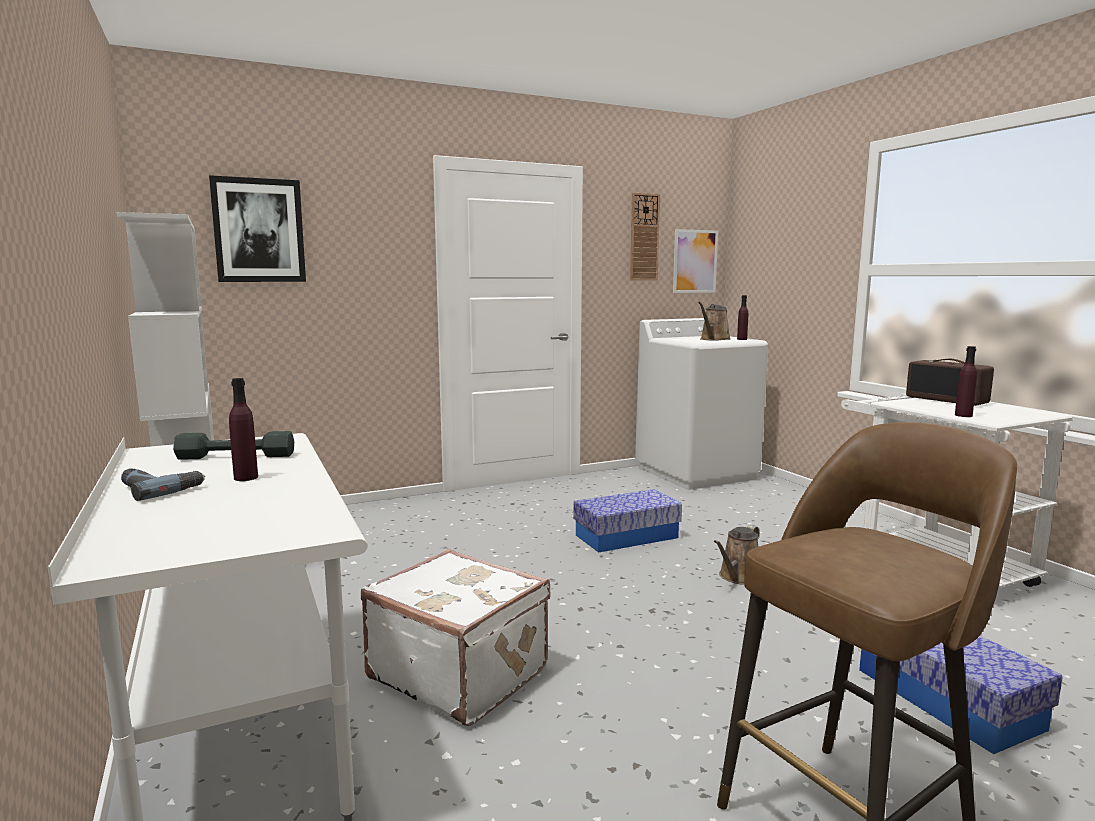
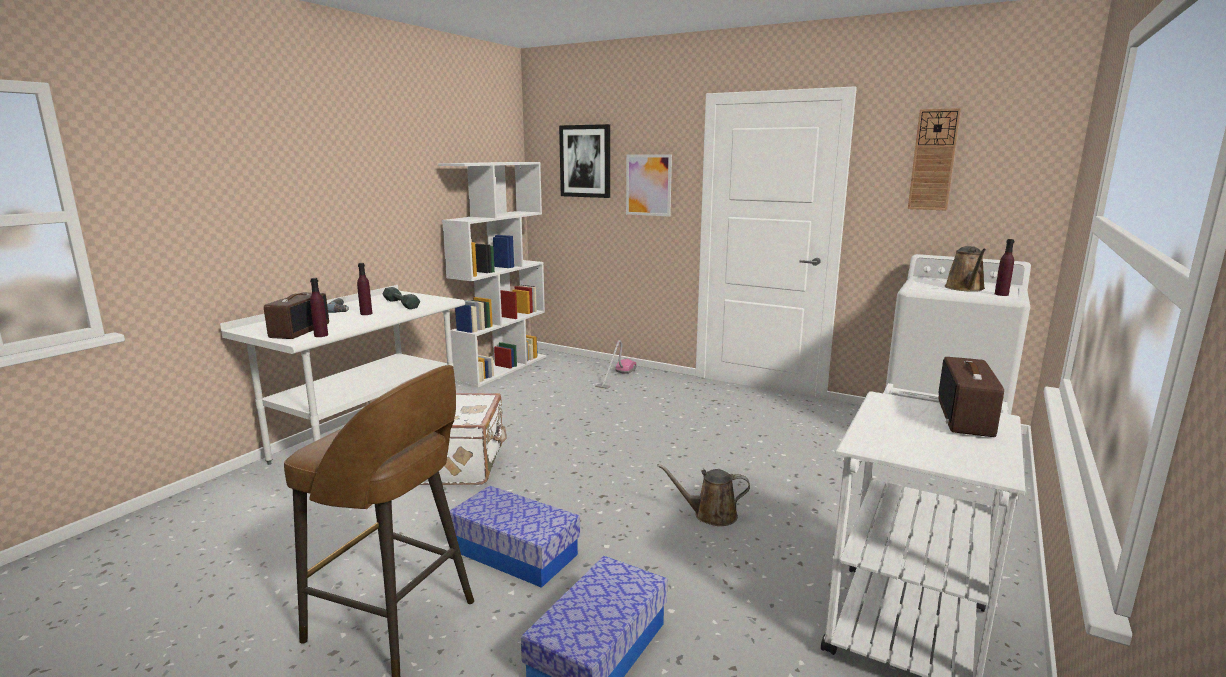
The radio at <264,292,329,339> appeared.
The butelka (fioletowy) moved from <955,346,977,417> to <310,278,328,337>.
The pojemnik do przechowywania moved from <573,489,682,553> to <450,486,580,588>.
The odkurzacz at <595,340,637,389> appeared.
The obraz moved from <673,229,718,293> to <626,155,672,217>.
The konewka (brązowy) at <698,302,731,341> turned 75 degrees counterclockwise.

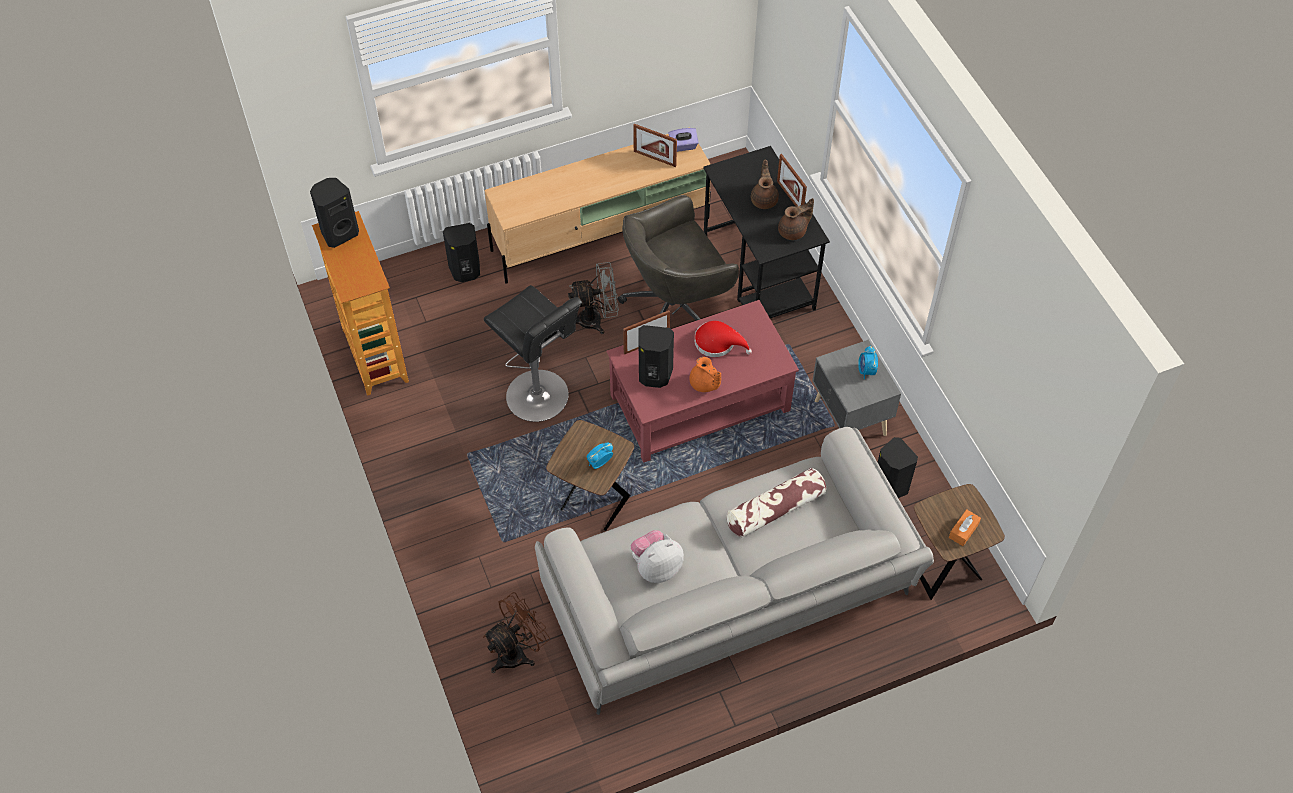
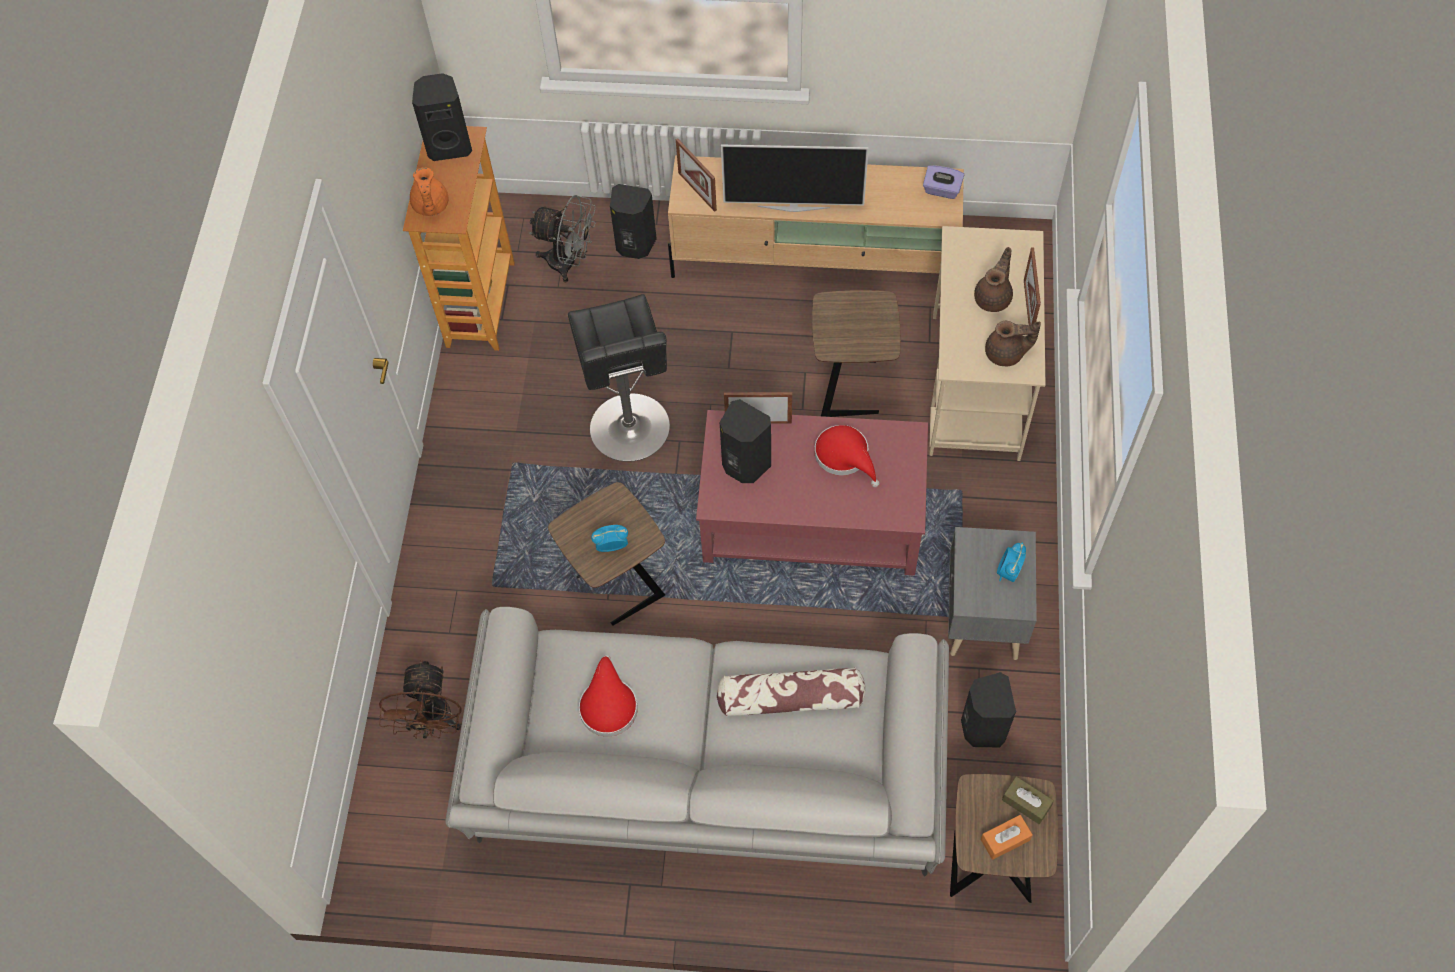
The wentylator (brązowy) at <483,592,550,673> turned 105 degrees clockwise.
The imbryk (pomarańczowy) moved from <689,357,721,392> to <410,167,448,216>.
The wentylator (szary) moved from <568,262,619,334> to <529,195,596,282>.
The pluszak at <631,530,684,583> was replaced by the kapelusz (czerwony) at <579,655,638,737>.
The ramka na zdjęcie moved from <633,124,677,167> to <676,138,717,212>.
The telewizor at <721,145,869,212> appeared.
The krzesło biurowe (szary) at <618,195,739,321> was replaced by the stolik (brązowy) at <812,290,901,417>.
The biurko (czarny) at <703,146,830,318> became the biurko (beżowy) at <929,226,1045,461>.
The pudełko chusteczek (brązowy) at <1002,776,1054,824> appeared.

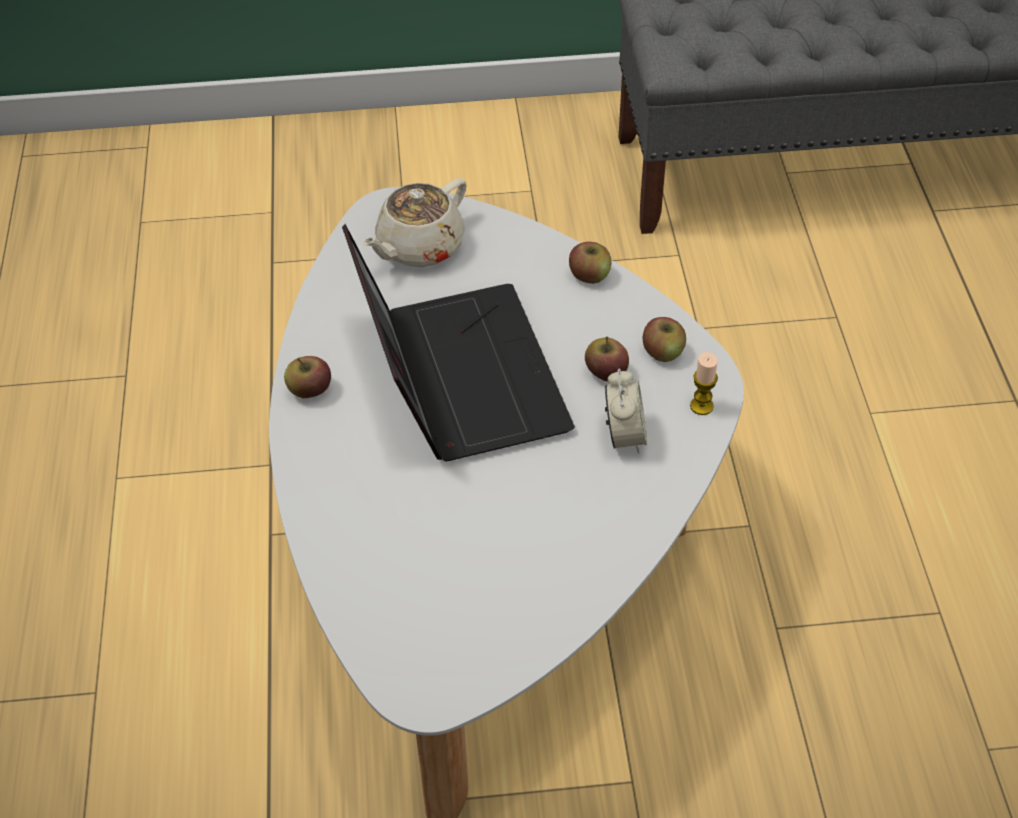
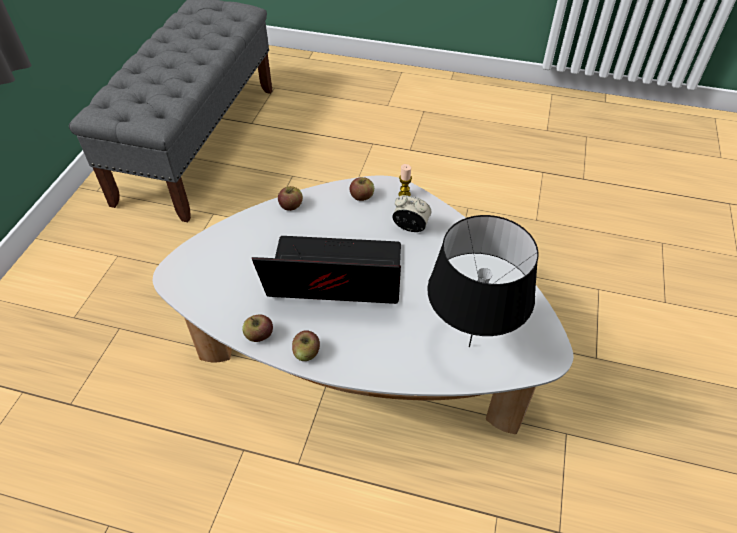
The jabłko moved from <585,337,629,382> to <242,314,273,342>.
The lampa stołowa (czarny) at <427,215,538,347> appeared.
The imbryk (beżowy) at <362,178,467,267> disappeared.

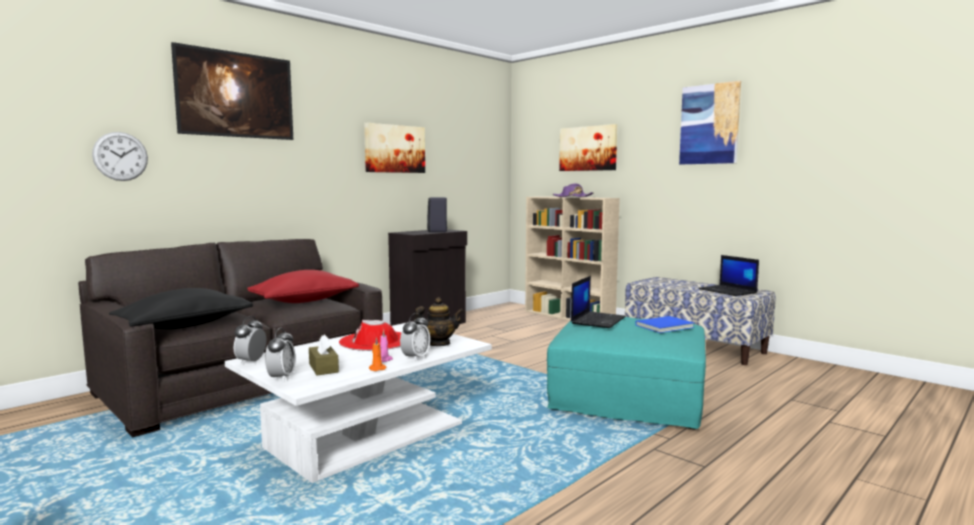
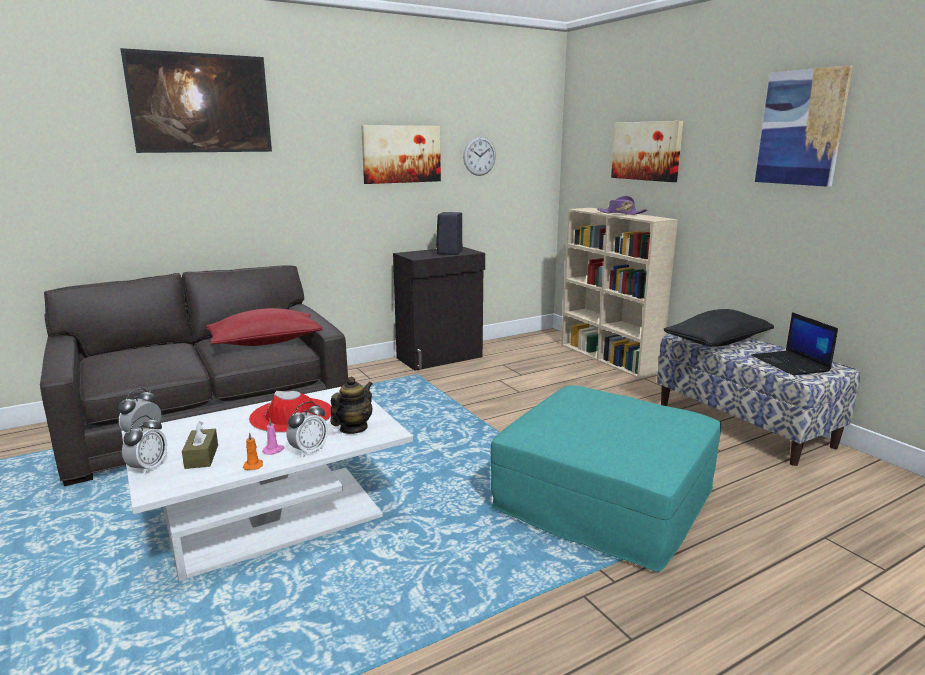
The imbryk at <414,297,464,346> turned 60 degrees counterclockwise.
The zegar ścienny moved from <92,132,148,181> to <463,136,496,176>.
The poduszka (czarny) moved from <109,288,253,329> to <664,309,774,347>.
The laptop at <571,276,626,328> disappeared.
The książka (niebieski) at <635,316,694,333> disappeared.

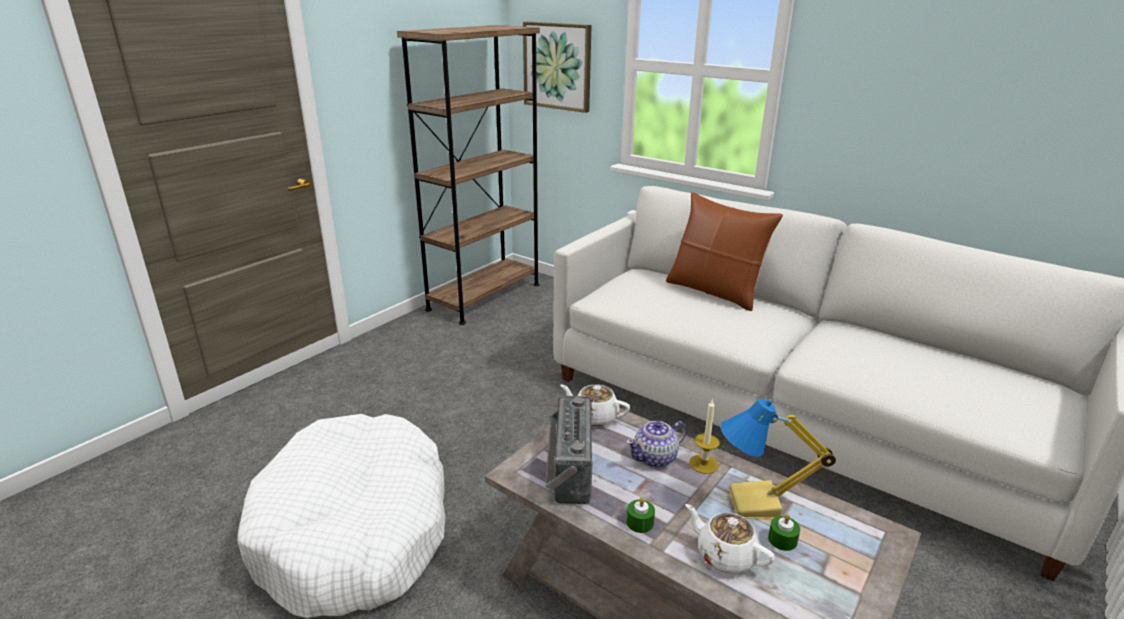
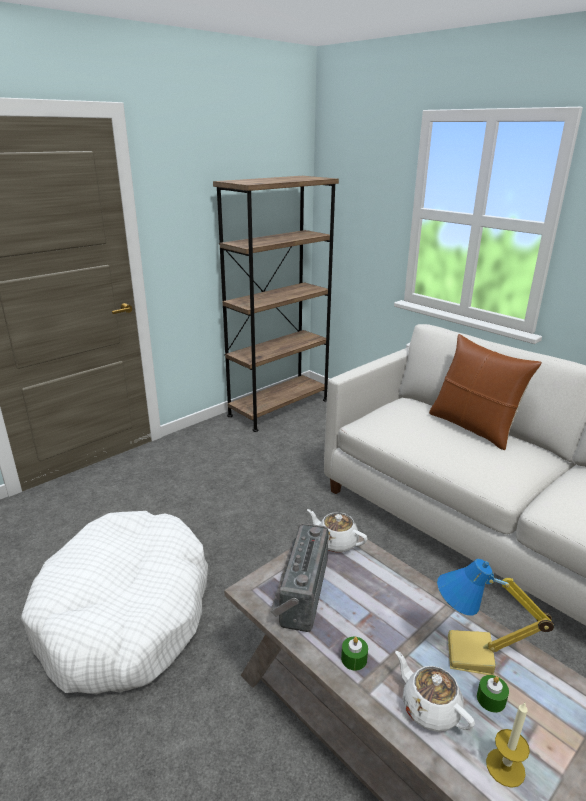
The świeca moved from <689,398,720,474> to <486,703,530,788>.
The obraz at <523,22,592,113> disappeared.
The imbryk at <626,421,686,468> disappeared.

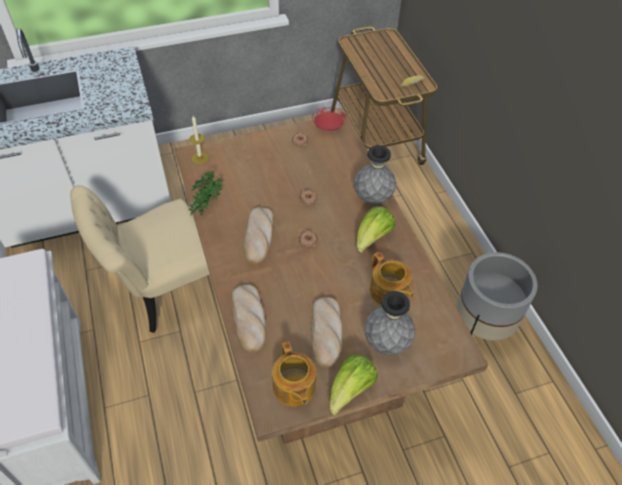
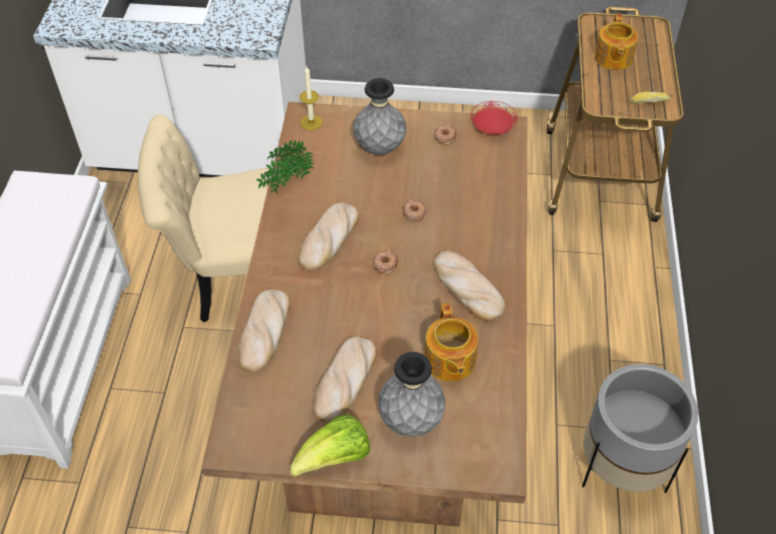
The wazon (szary) moved from <354,145,396,205> to <353,78,406,155>.
The sałata at <356,207,395,253> was replaced by the chleb at <434,251,505,321>.
The imbryk moved from <272,341,316,406> to <594,13,638,70>.

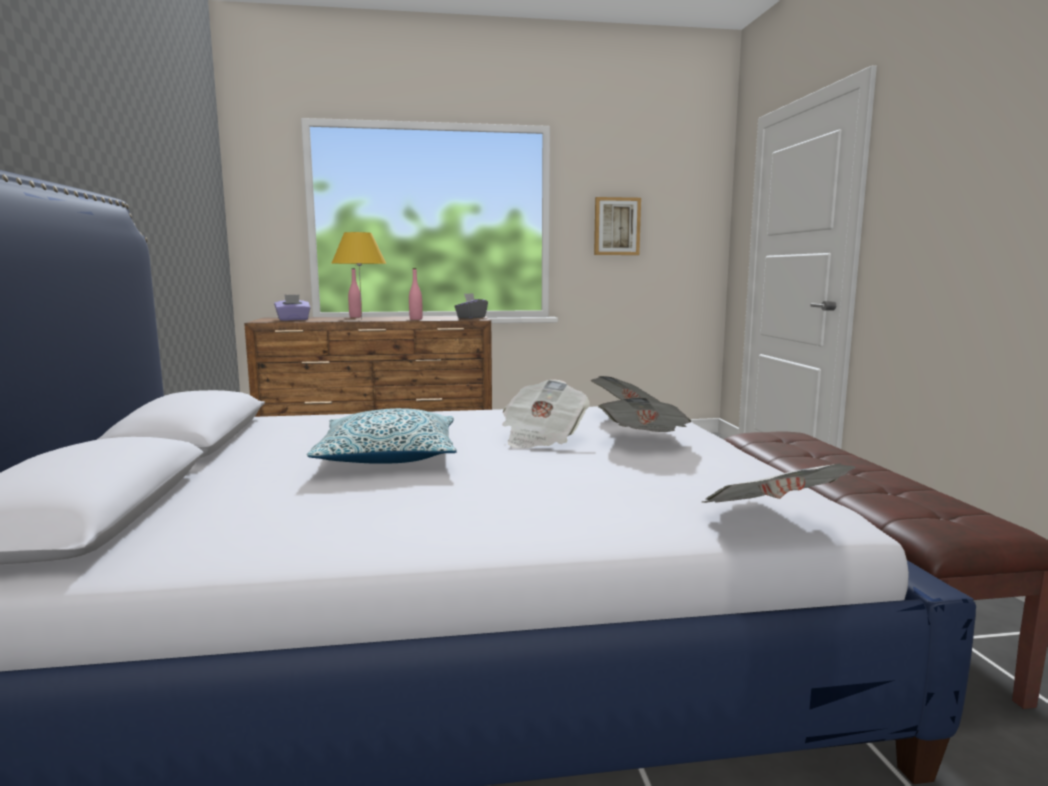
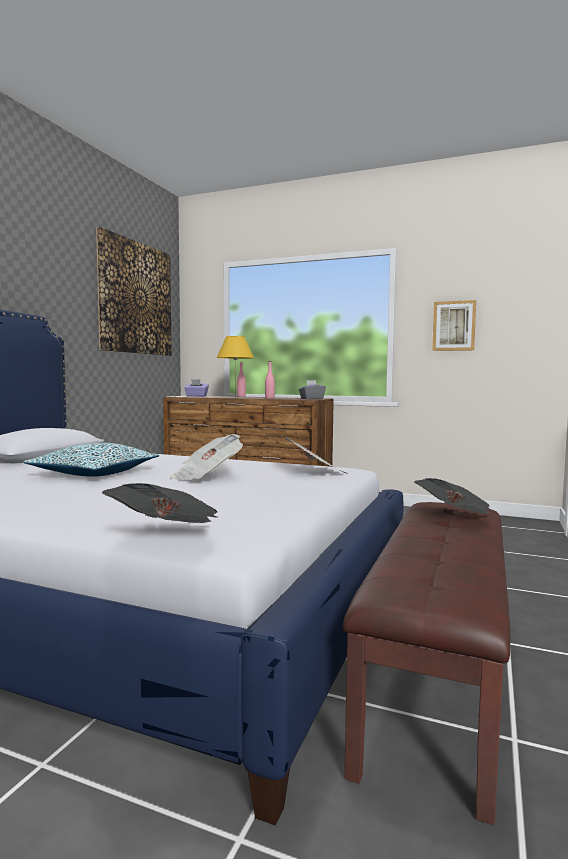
The obraz at <96,227,172,356> appeared.
The gazeta moved from <598,398,691,432> to <414,478,492,514>.

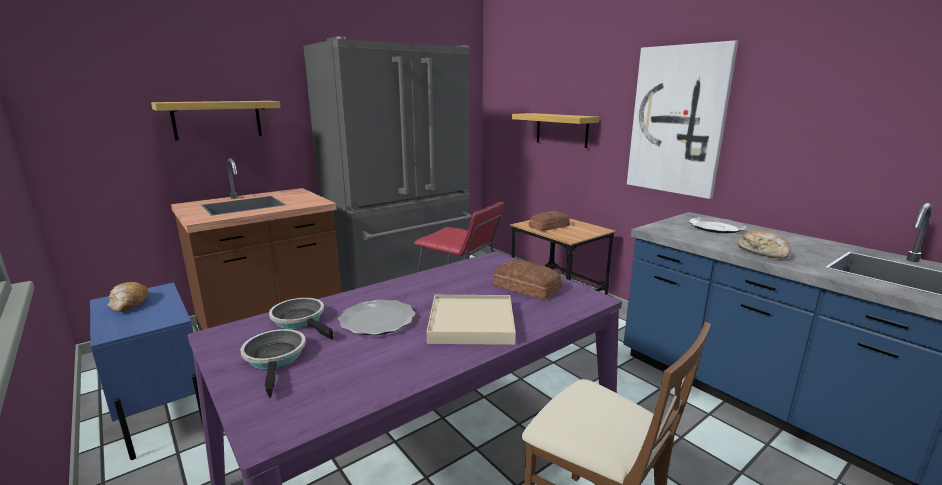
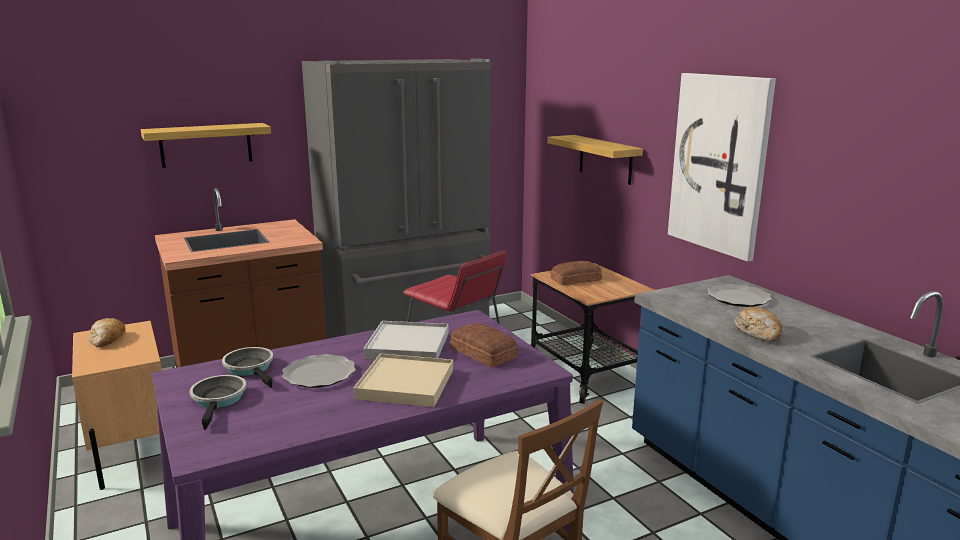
The szafka nocna (niebieski) at <90,283,204,460> became the szafka nocna (beżowy) at <72,321,162,490>.
The taca (biały) at <363,321,449,359> appeared.

